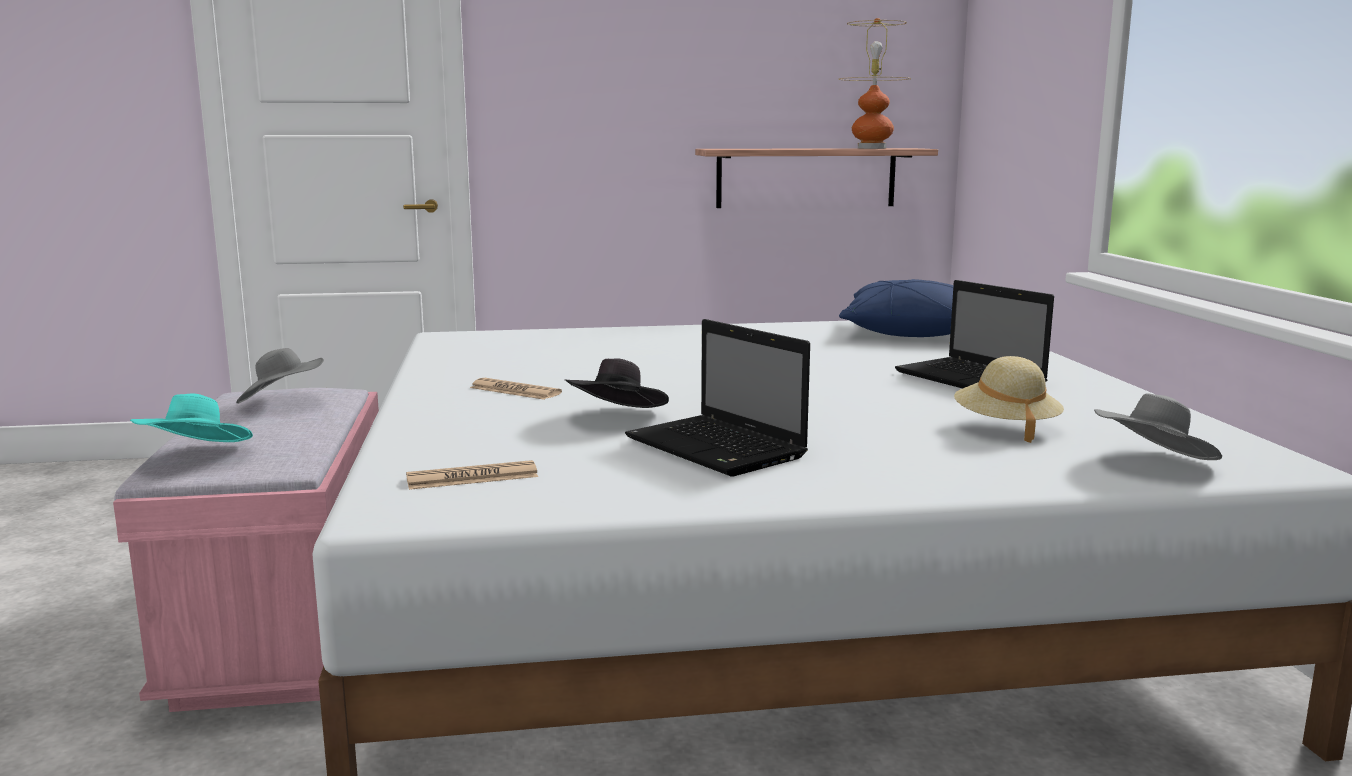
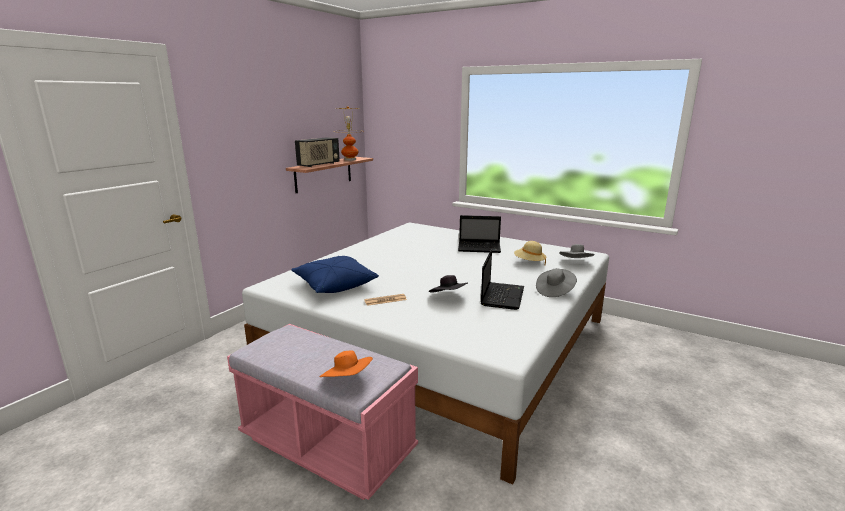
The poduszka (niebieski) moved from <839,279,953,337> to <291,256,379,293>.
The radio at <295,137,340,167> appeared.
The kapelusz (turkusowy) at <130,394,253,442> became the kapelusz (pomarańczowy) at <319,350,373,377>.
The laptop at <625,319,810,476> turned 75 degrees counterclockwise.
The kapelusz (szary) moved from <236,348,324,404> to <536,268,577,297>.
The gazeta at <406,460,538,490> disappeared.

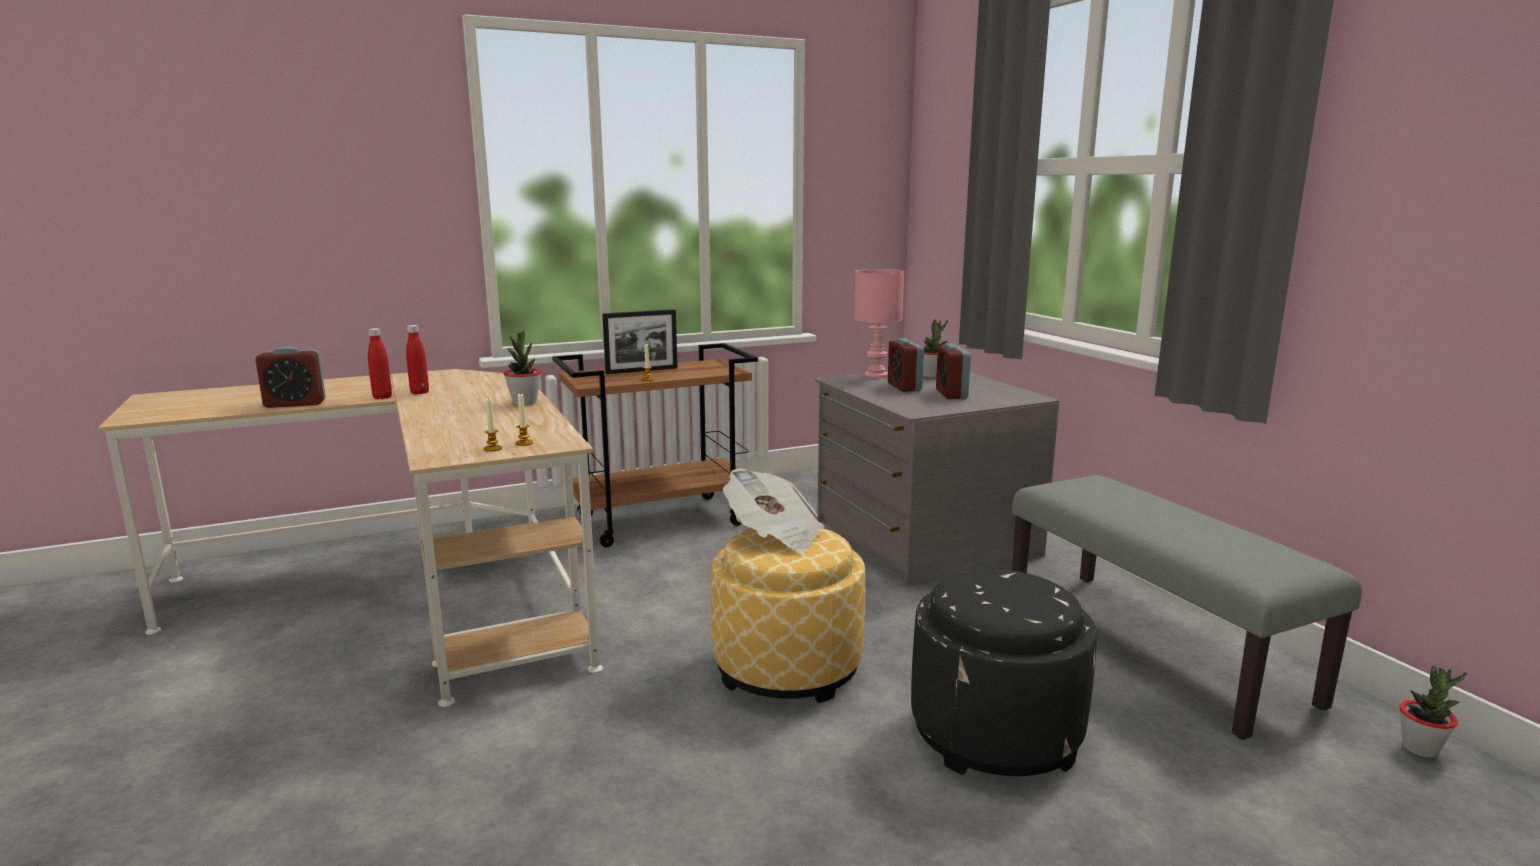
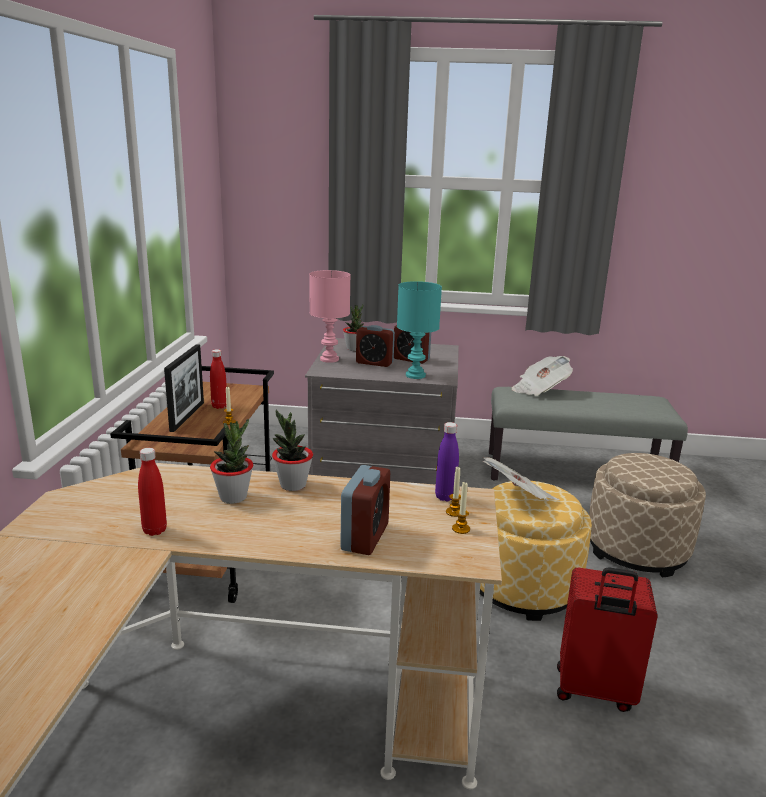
The butelka (czerwony) moved from <368,328,392,399> to <210,349,227,409>.
The roślina doniczkowa moved from <1399,666,1467,758> to <210,419,253,504>.
The budzik moved from <255,346,326,408> to <341,465,390,555>.
The lampa stołowa (turkusowy) at <397,281,442,379> appeared.
The butelka (fioletowy) at <435,422,459,501> appeared.
The gazeta at <512,356,573,396> appeared.
The walizka (czerwony) at <557,567,658,712> appeared.
The pufa (czarny) at <911,569,1097,776> became the pufa (beżowy) at <589,453,706,577>.

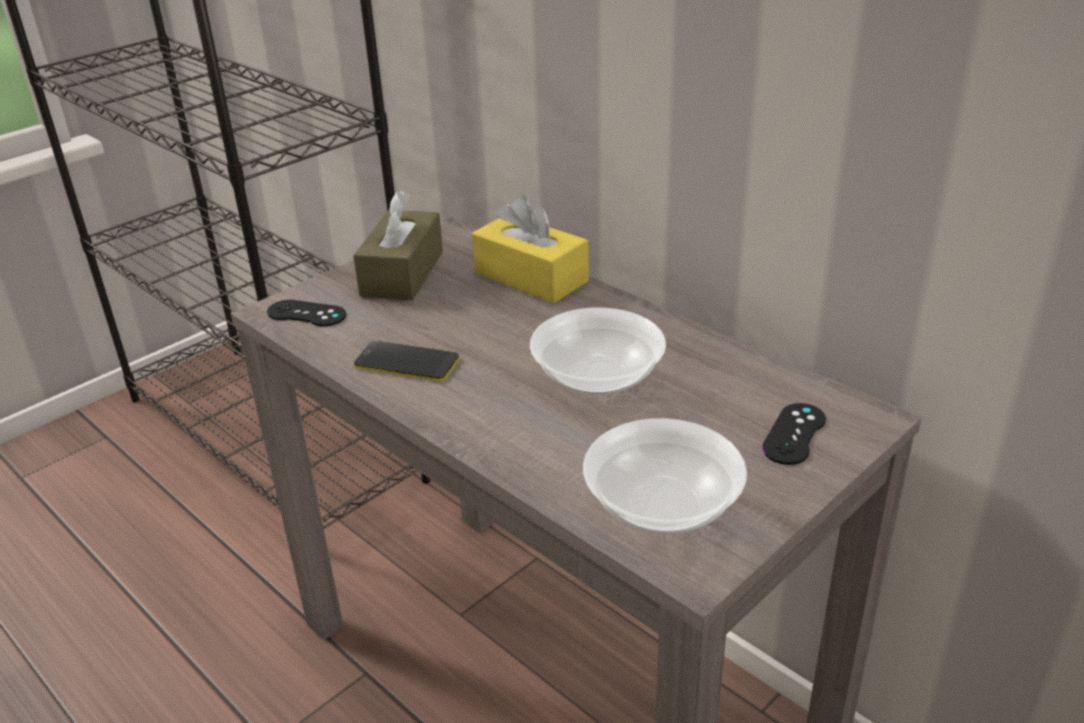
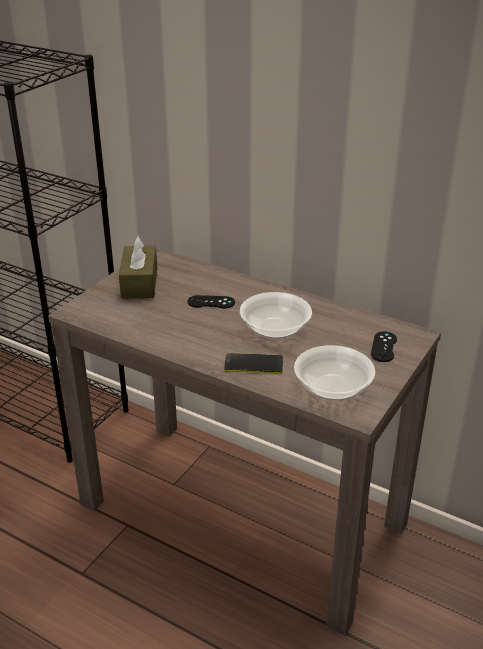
The pad do gier (czarny) moved from <267,300,346,327> to <187,295,235,308>.
The telefon moved from <354,340,459,381> to <224,353,283,373>.
The pudełko chusteczek (żółty) at <472,195,589,303> disappeared.

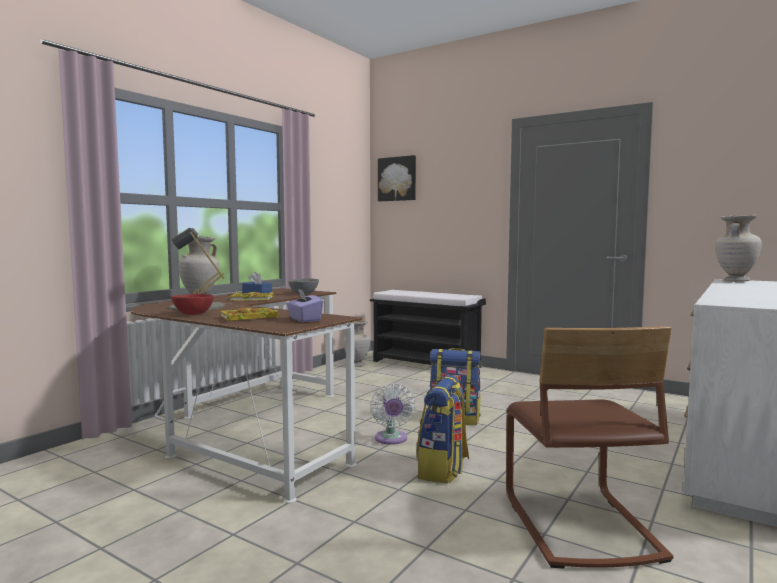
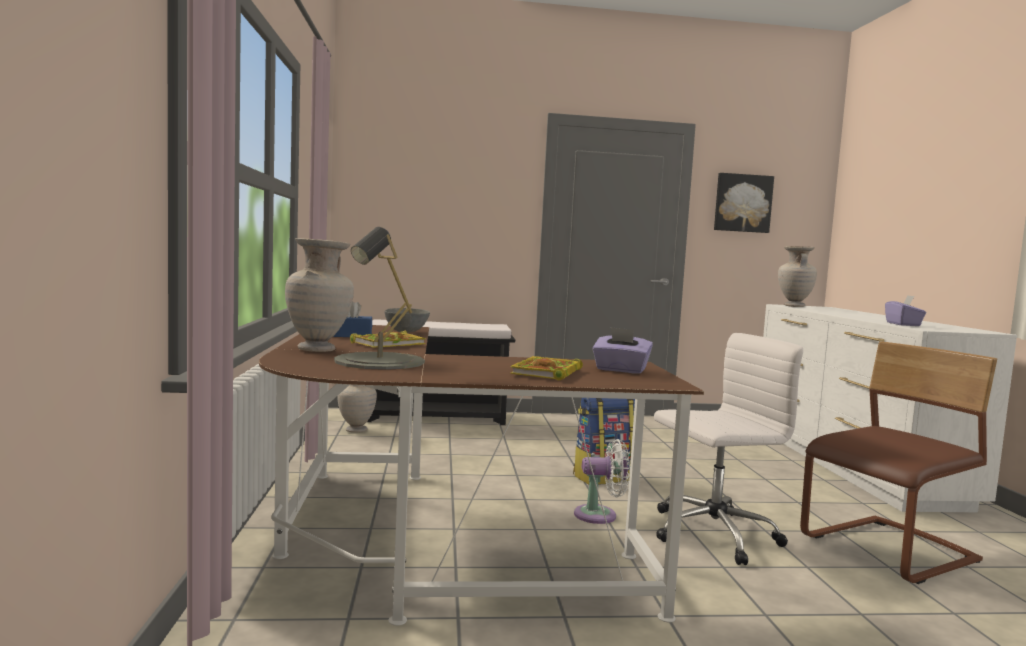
The wentylator (biały) at <370,383,416,445> turned 45 degrees counterclockwise.
The plecak at <416,375,469,484> was replaced by the krzesło biurowe (biały) at <654,333,803,565>.
The obraz moved from <378,155,416,201> to <714,173,774,233>.
The krzesło (brązowy) at <506,326,673,568> turned 75 degrees counterclockwise.
The pudełko chusteczek (fioletowy) at <885,296,926,326> appeared.
The miska (czerwony) at <171,293,214,315> disappeared.

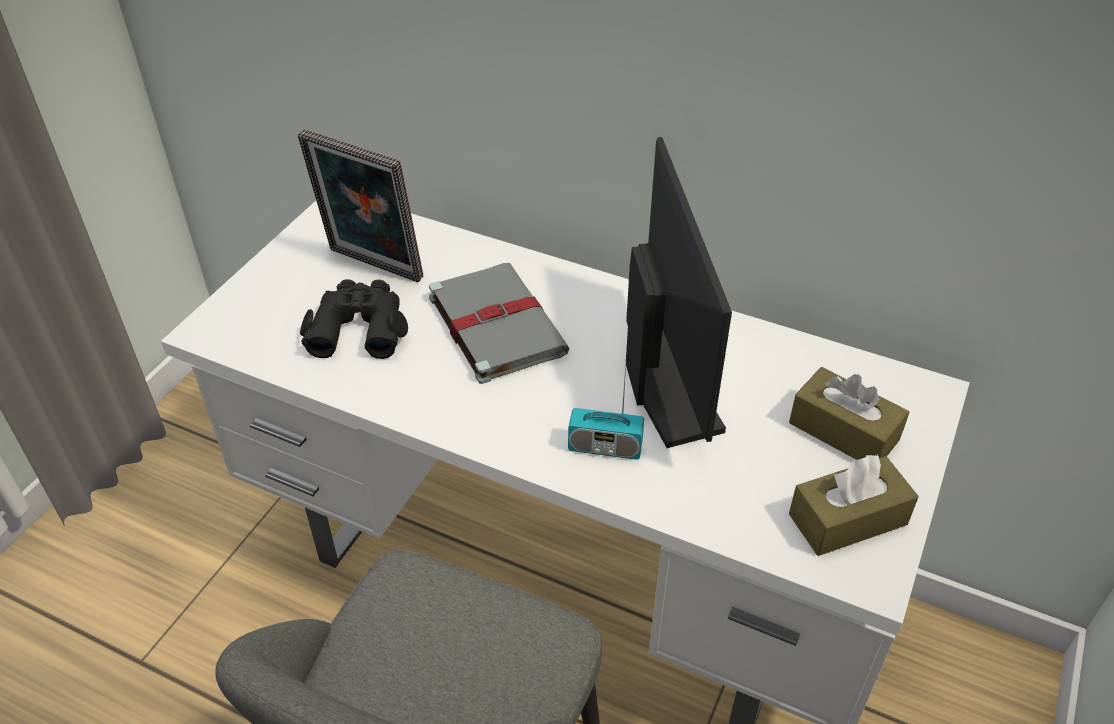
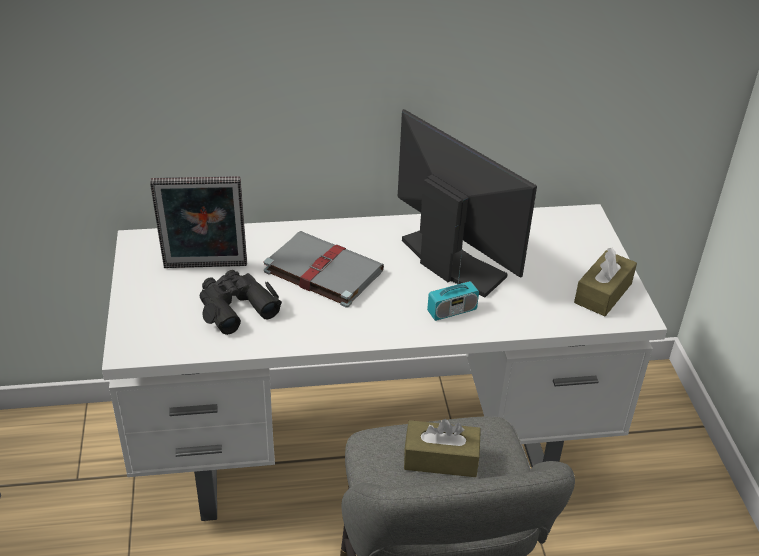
The pudełko chusteczek (brązowy) moved from <789,367,909,460> to <404,419,481,477>.

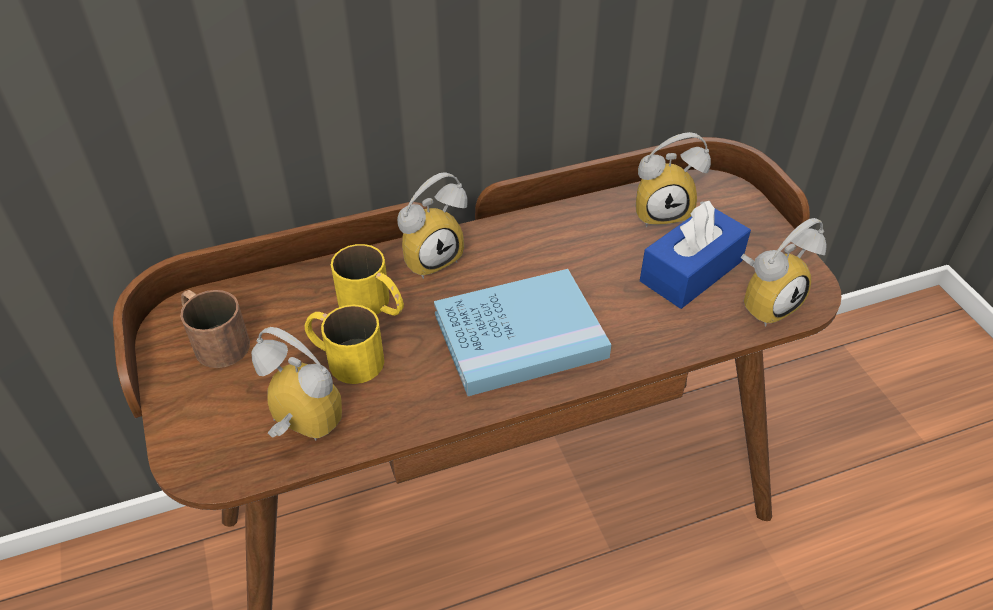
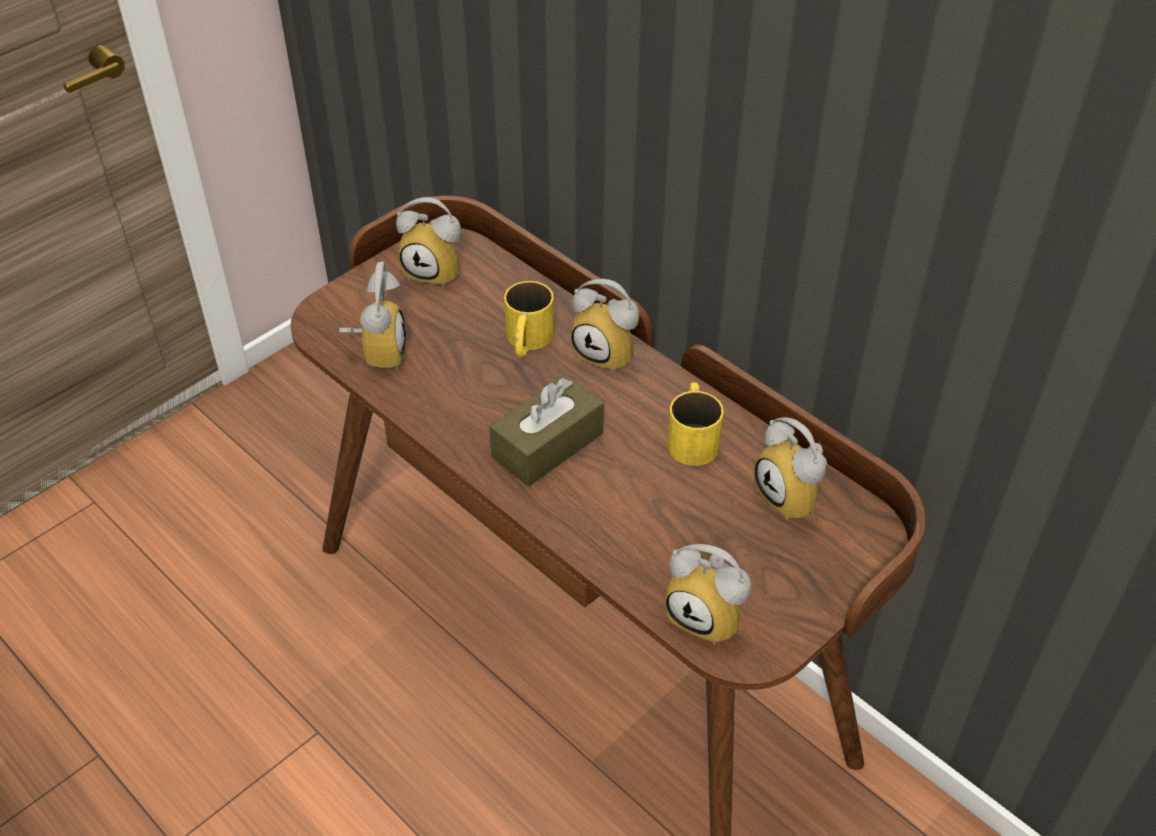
The kubek (brązowy) at <181,290,250,368> was replaced by the budzik at <396,197,461,288>.
The książka (niebieski) at <434,269,612,396> was replaced by the pudełko chusteczek (brązowy) at <489,375,604,486>.
The kubek (żółty) moved from <305,305,384,384> to <667,382,724,466>.
The pudełko chusteczek (niebieski) at <640,201,751,309> disappeared.

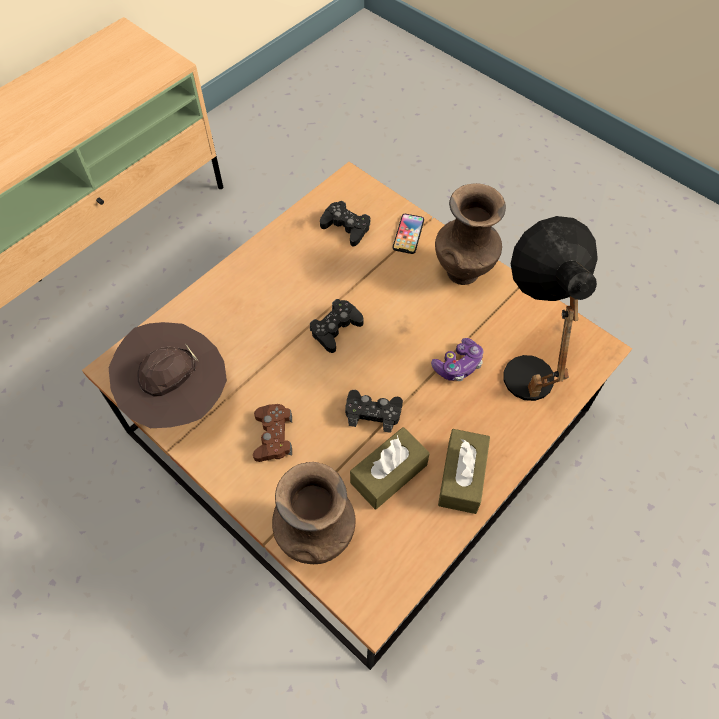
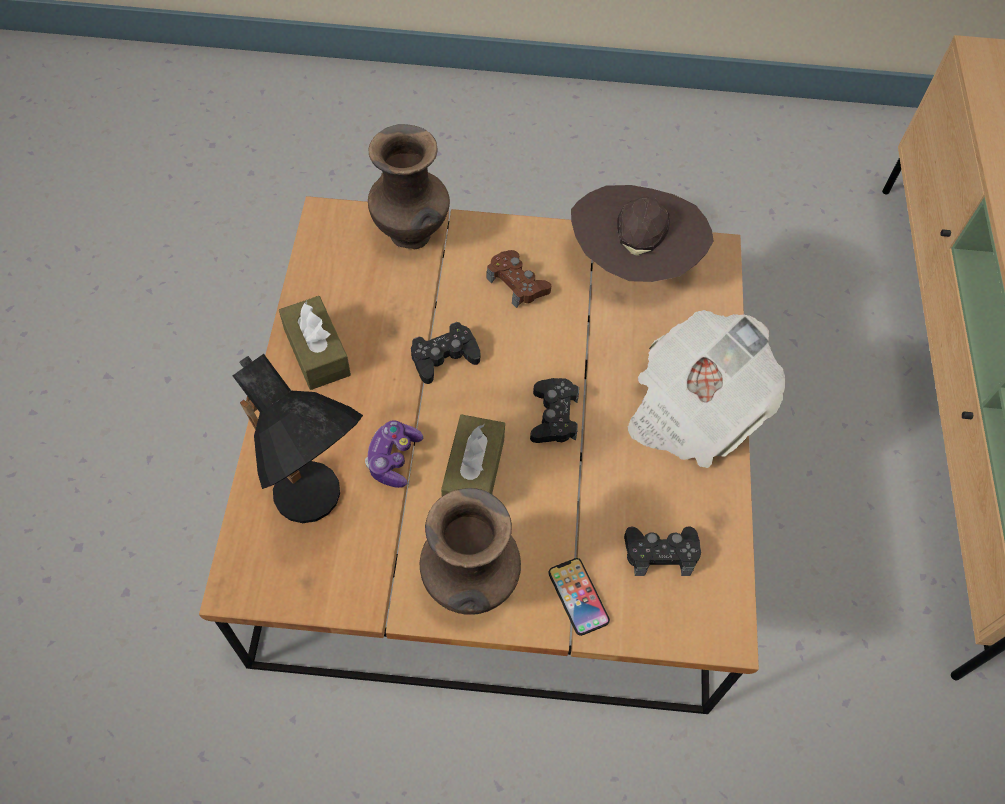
The pudełko chusteczek (brązowy) moved from <350,427,430,510> to <441,414,505,497>.
The gazeta at <628,310,785,468> appeared.

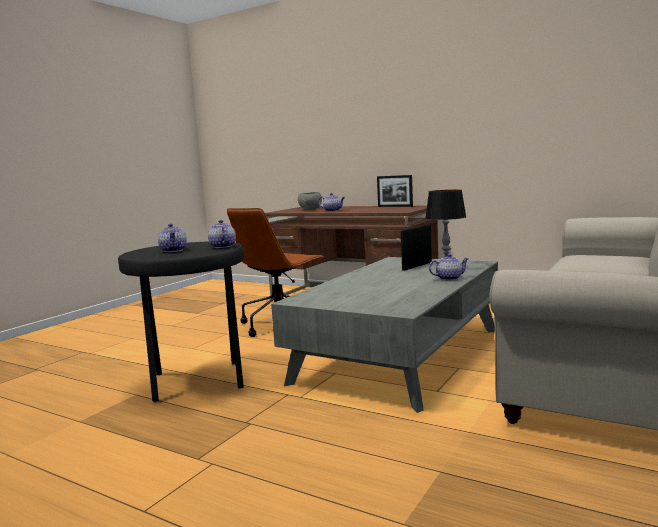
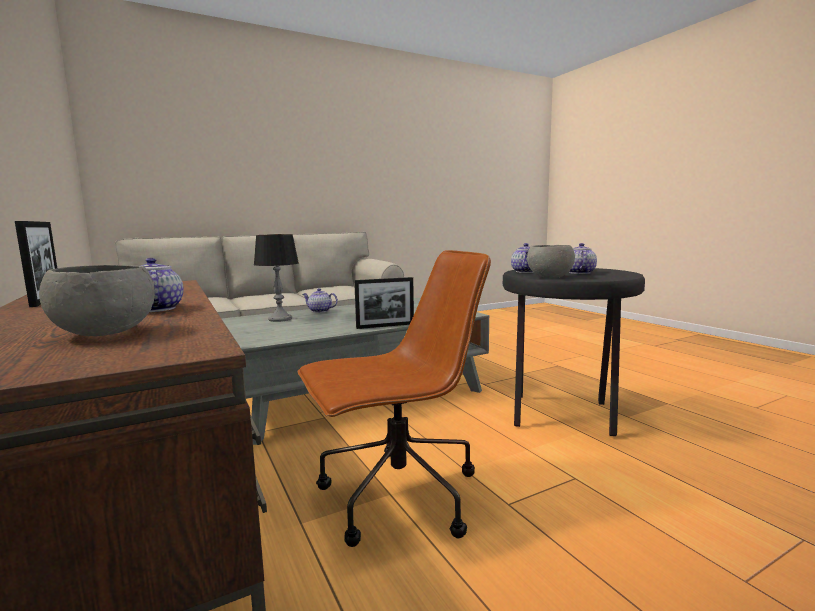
The ramka na zdjęcie moved from <401,225,432,271> to <354,277,414,329>.
The miska (szary) at <527,245,575,278> appeared.

